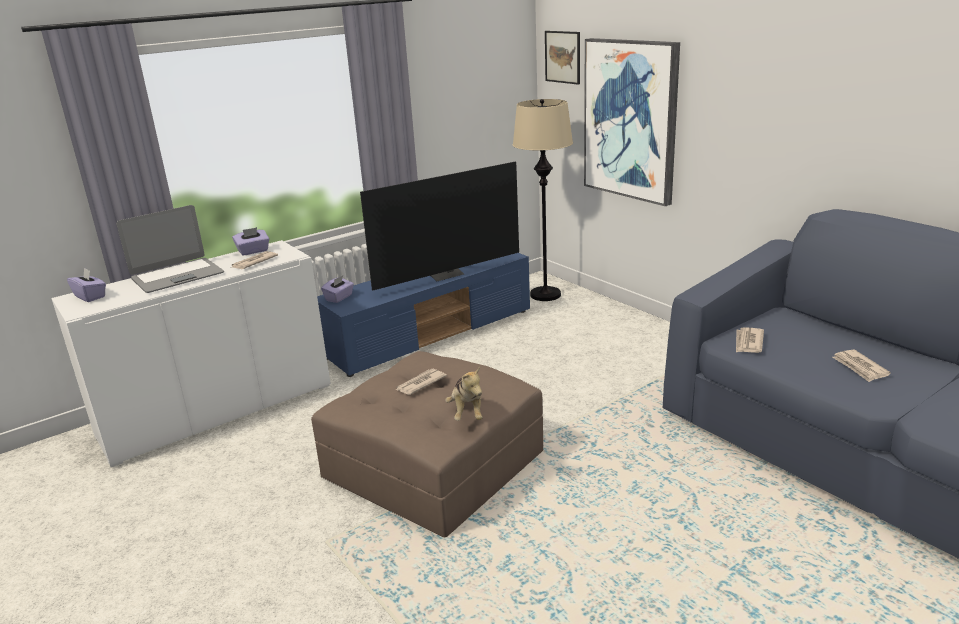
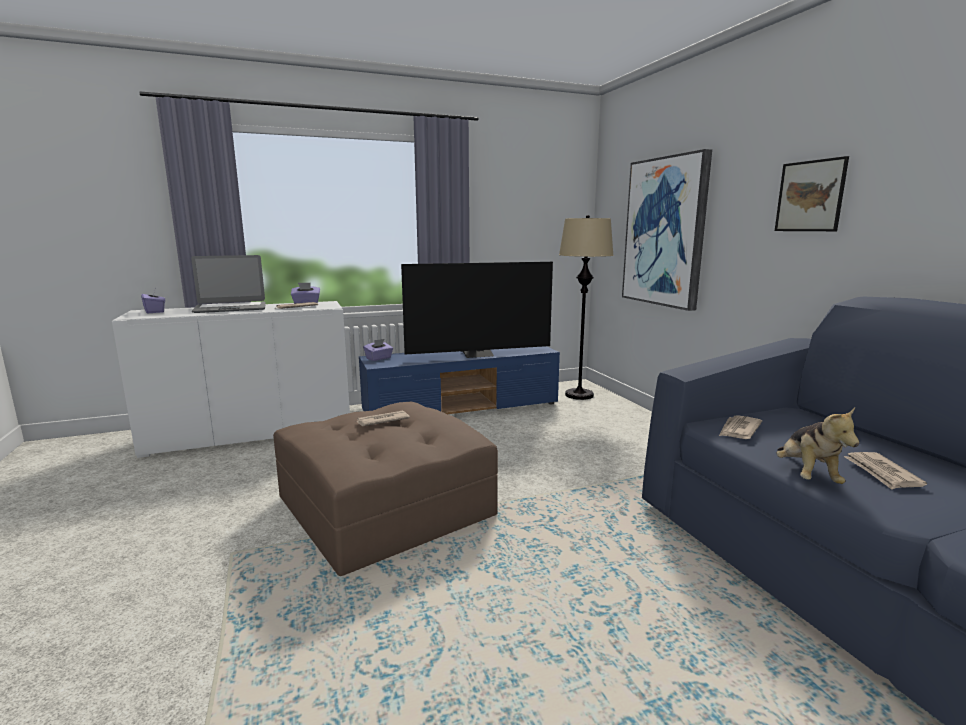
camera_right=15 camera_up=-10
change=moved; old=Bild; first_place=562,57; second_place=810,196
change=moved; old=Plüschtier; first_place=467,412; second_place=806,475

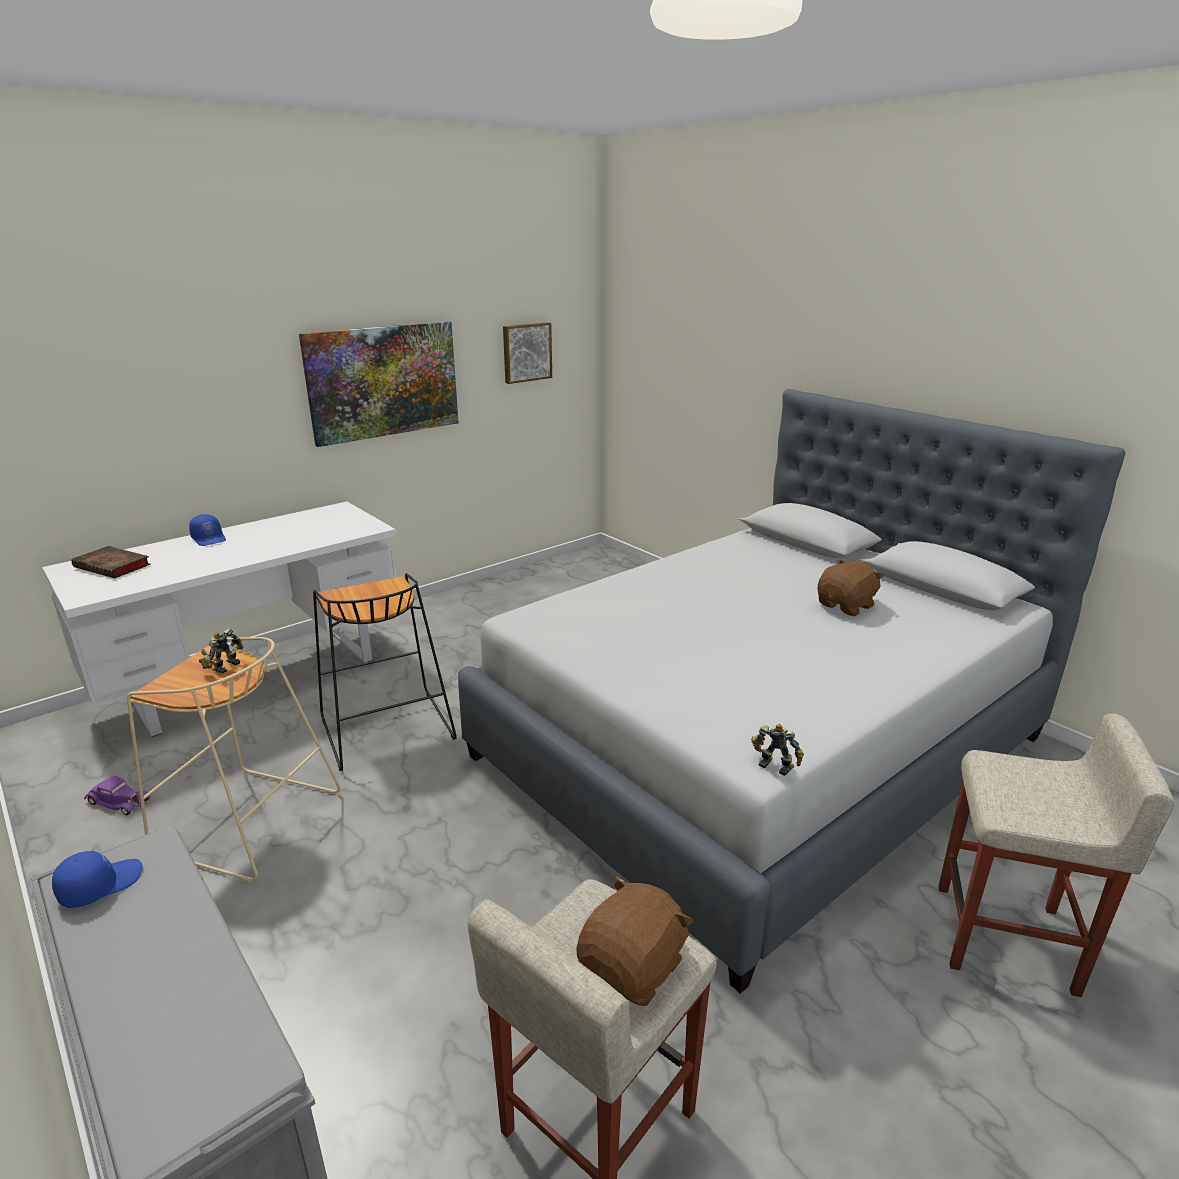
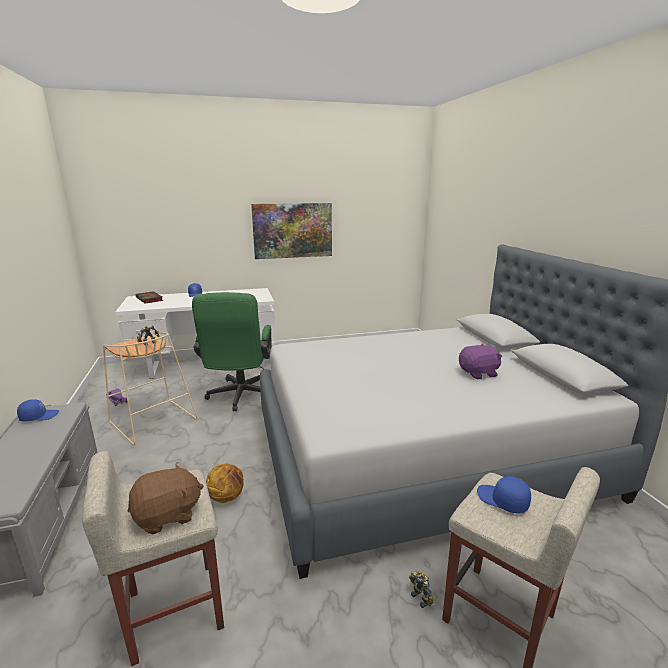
camera_right=25 camera_up=-5
change=removed; old=Bild; first_place=526,352
change=recoloured; old=Plüschtier [braun]; new=Plüschtier [lila]; first_place=846,606; second_place=479,373
change=replaced; old=Hocker [schwarz]; new=Bürostuhl [grün]; first_place=385,728; second_place=240,397
change=moved; old=Spielzeugroboter; first_place=776,764; second_place=421,597
change=added; new=Basketball; second_place=227,497
change=added; new=Kappe [blau]; second_place=502,500

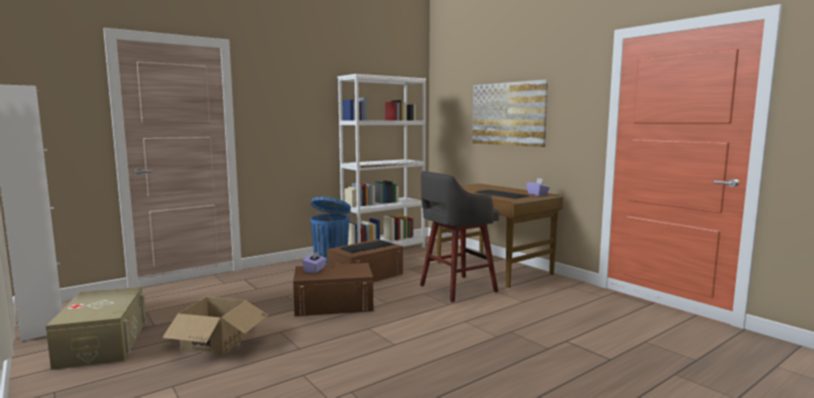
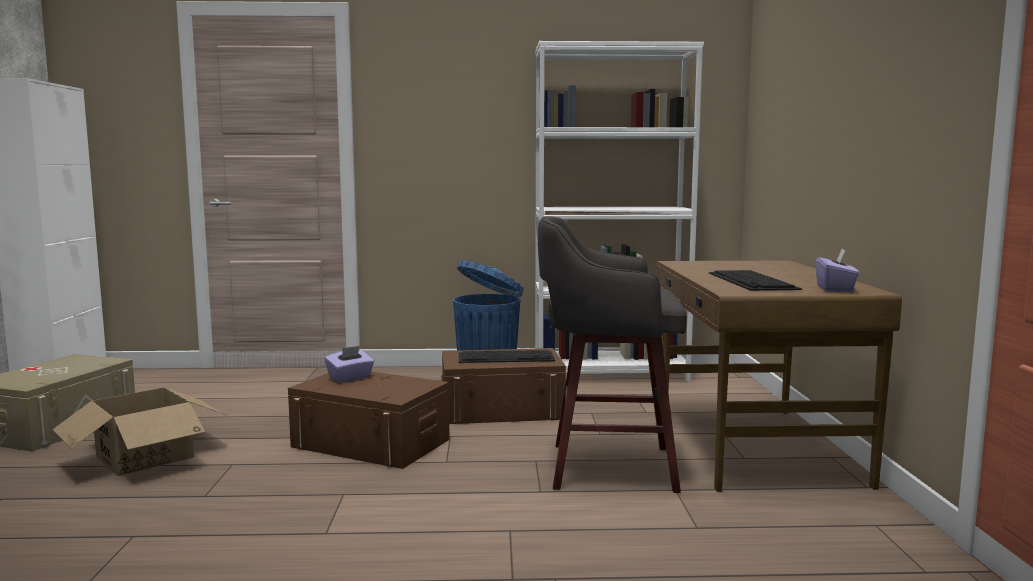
camera_right=35 camera_up=0
change=removed; old=Bild; first_place=508,114

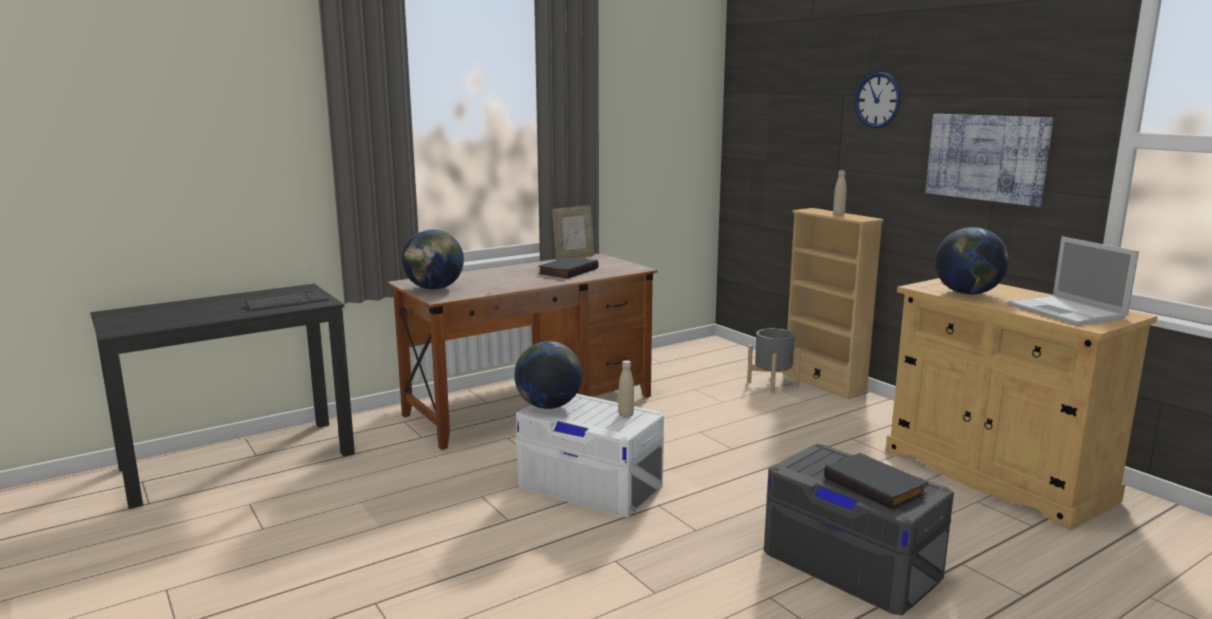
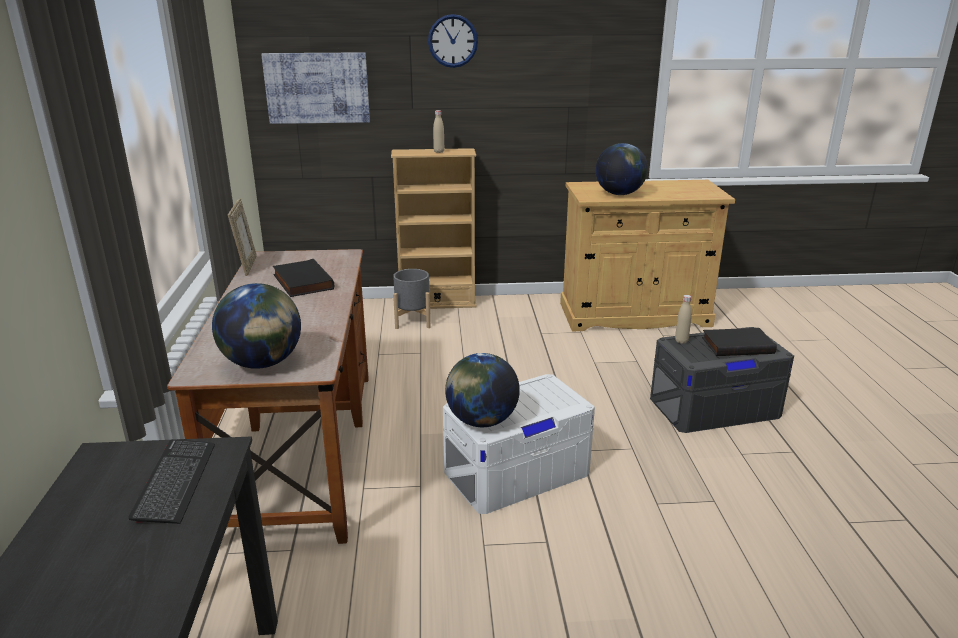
camera_right=-60 camera_up=10
change=moved; old=Bild; first_place=986,157; second_place=317,88
change=removed; old=Laptop; first_place=1067,312
change=moved; old=Flasche [beige]; first_place=626,415; second_place=681,341

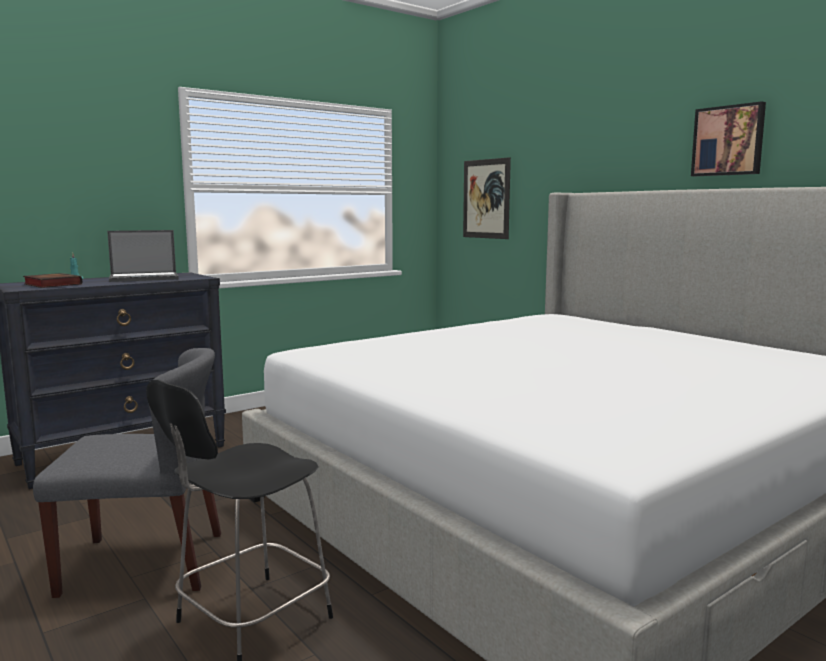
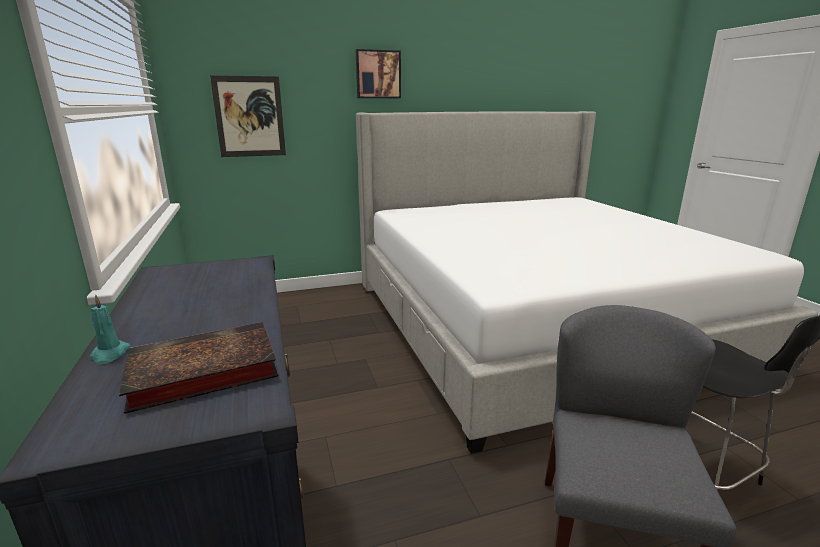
camera_right=-70 camera_up=10
change=moved; old=Bild; first_place=728,141; second_place=378,74
change=removed; old=Laptop; first_place=145,278

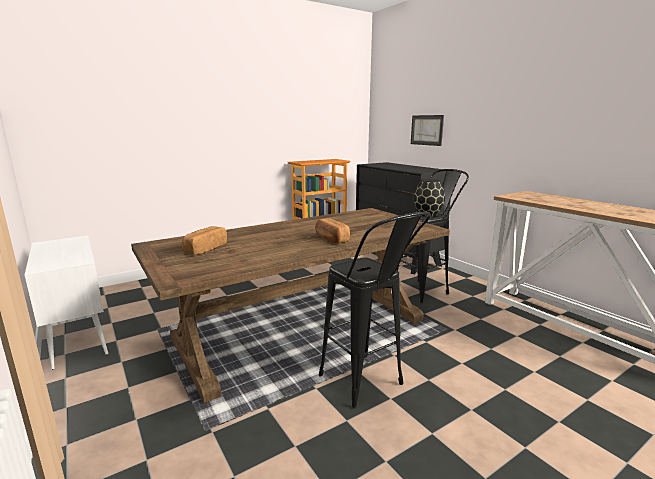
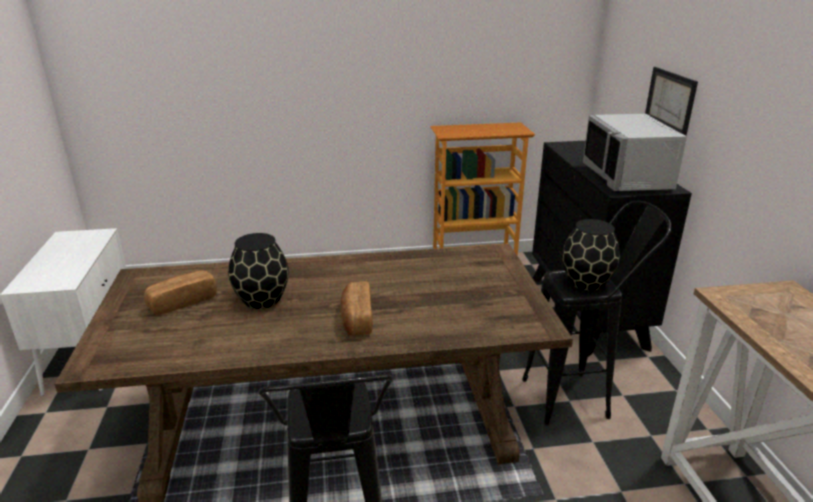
camera_right=25 camera_up=10
change=added; new=Mikrowelle [grau]; second_place=628,177
change=added; new=Vase [schwarz]; second_place=263,299

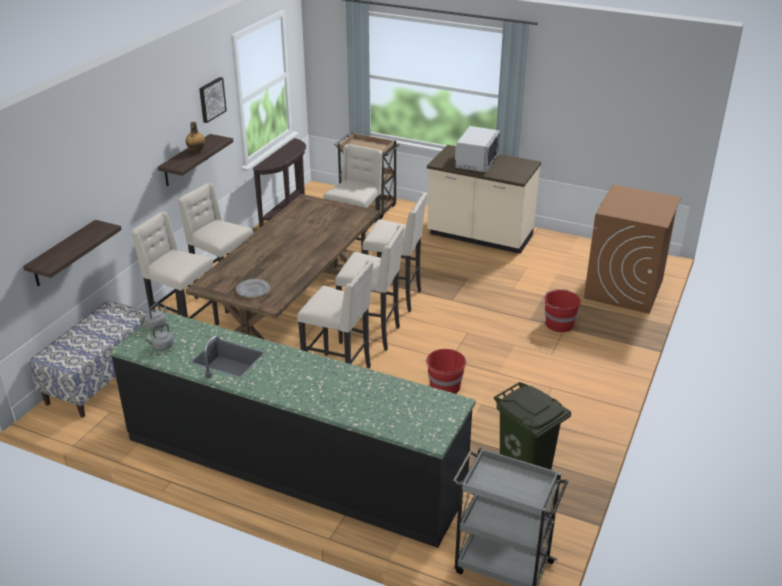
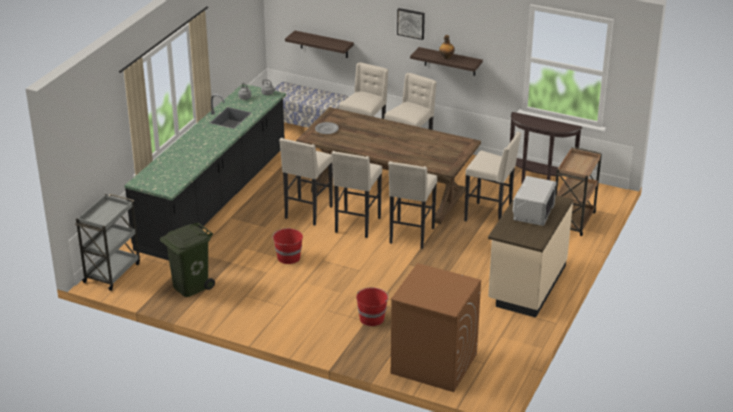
camera_right=90 camera_up=0
change=moved; old=Bild; first_place=211,99; second_place=411,23
change=turned; old=Mikrowelle [grau]; first_place=476,162; second_place=533,212; degrees=-90

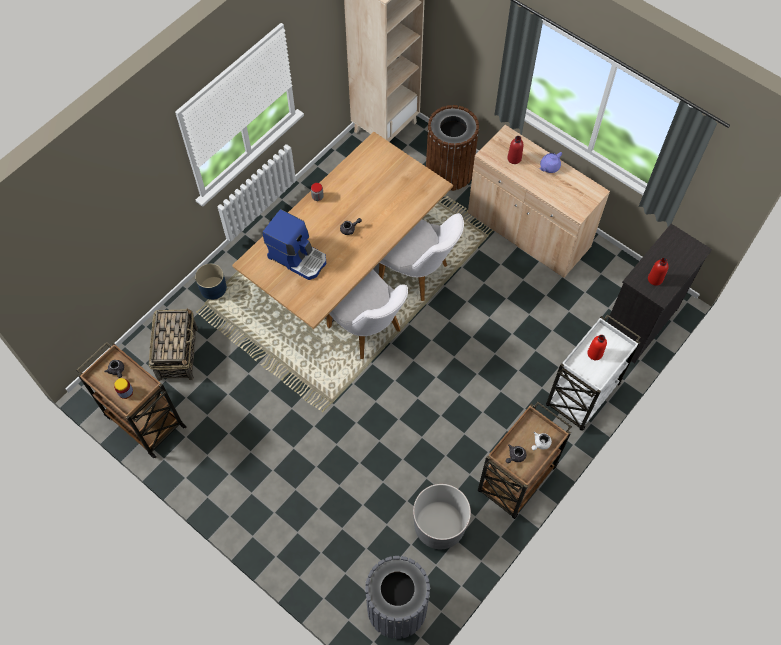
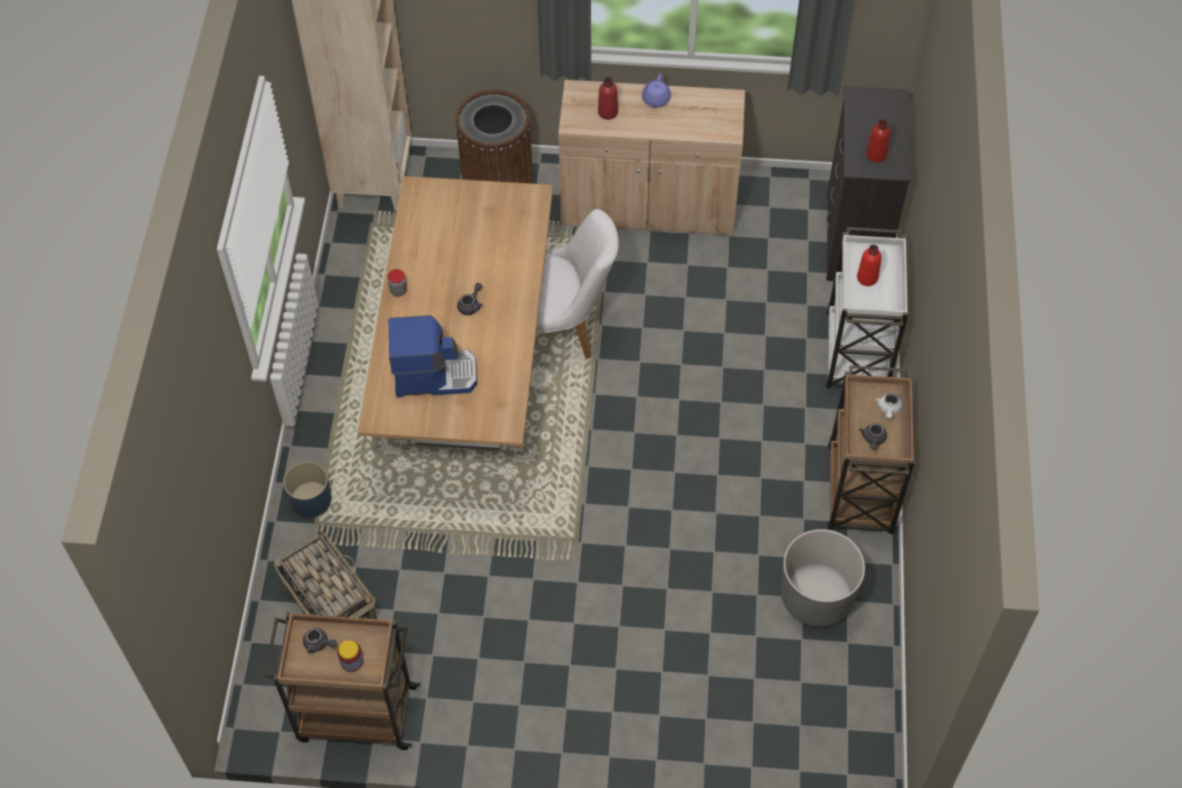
camera_right=-35 camera_up=-5
change=removed; old=Stuhl [weiß]; first_place=369,332
change=removed; old=Mülleimer [grau]; first_place=397,608

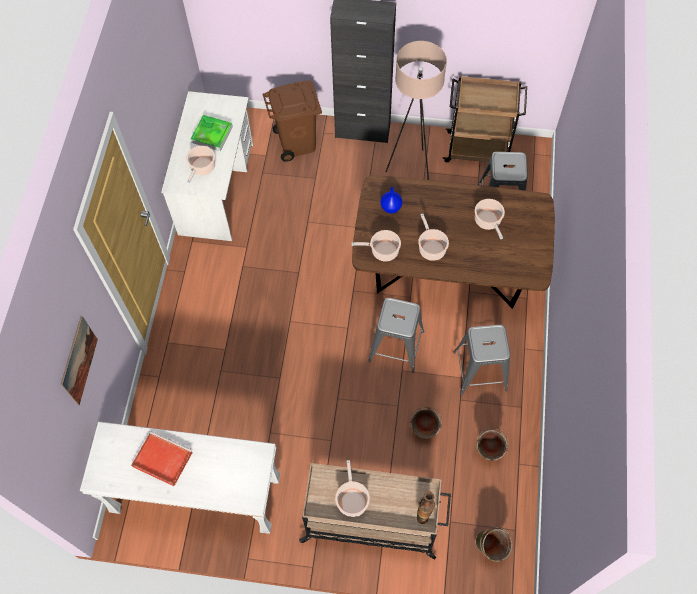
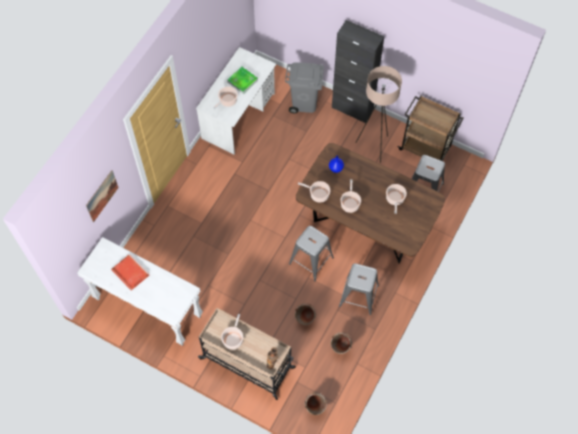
camera_right=20 camera_up=0
change=recoloured; old=Mülleimer [braun]; new=Mülleimer [grau]; first_place=297,143; second_place=304,103

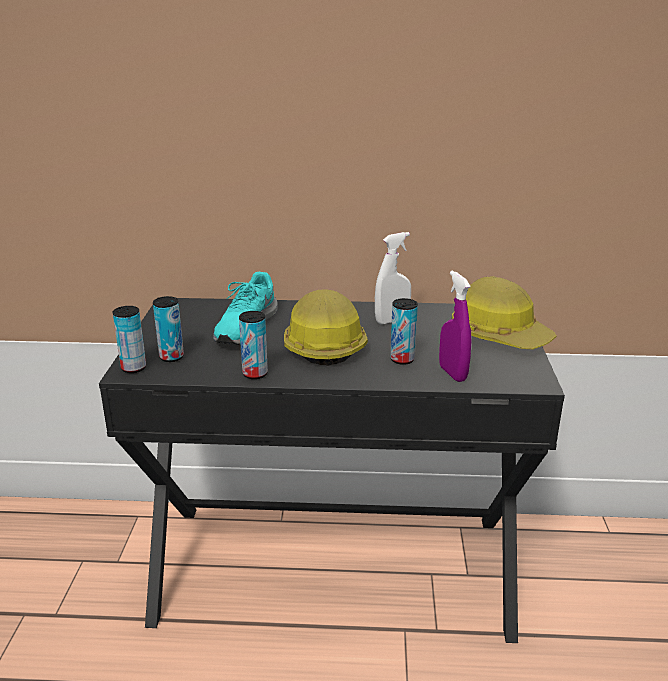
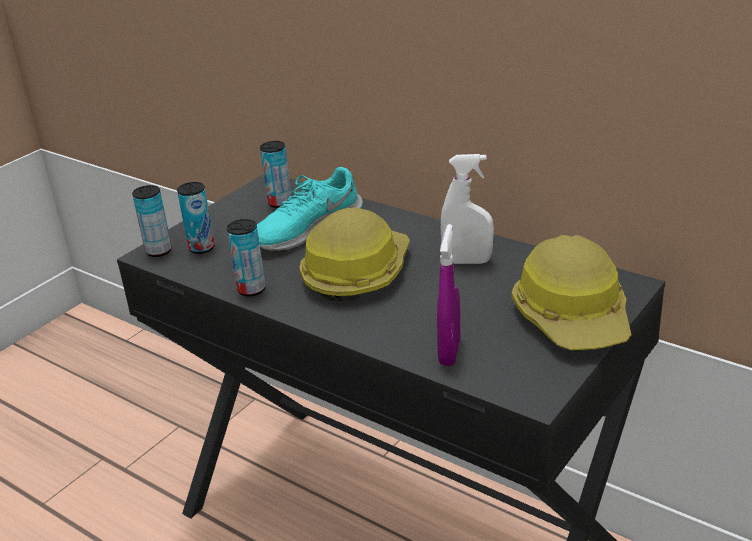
camera_right=35 camera_up=5
change=moved; old=Dose; first_place=402,359; second_place=279,203

